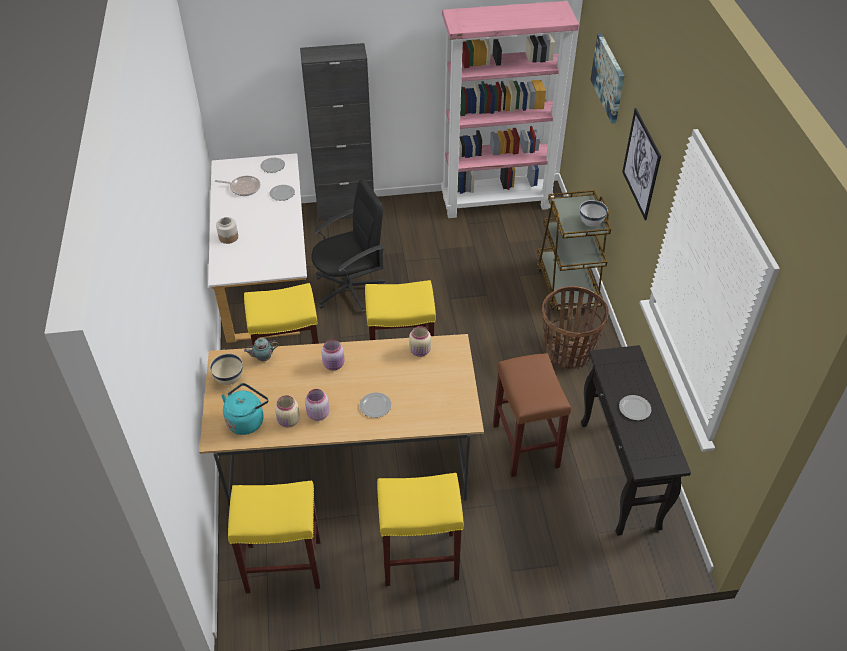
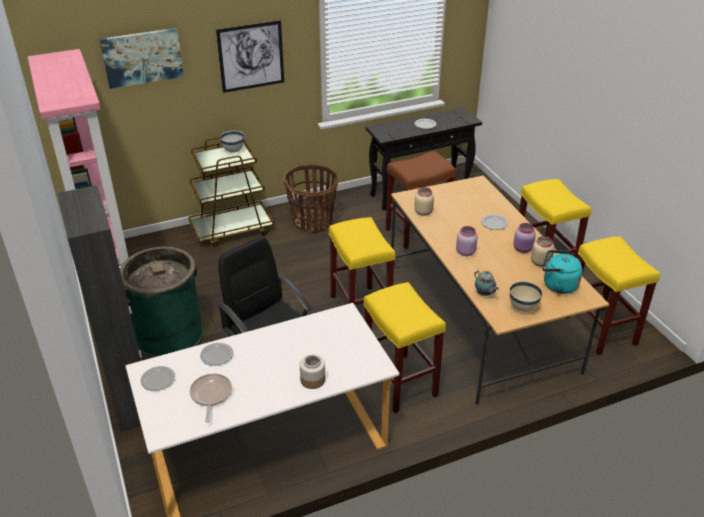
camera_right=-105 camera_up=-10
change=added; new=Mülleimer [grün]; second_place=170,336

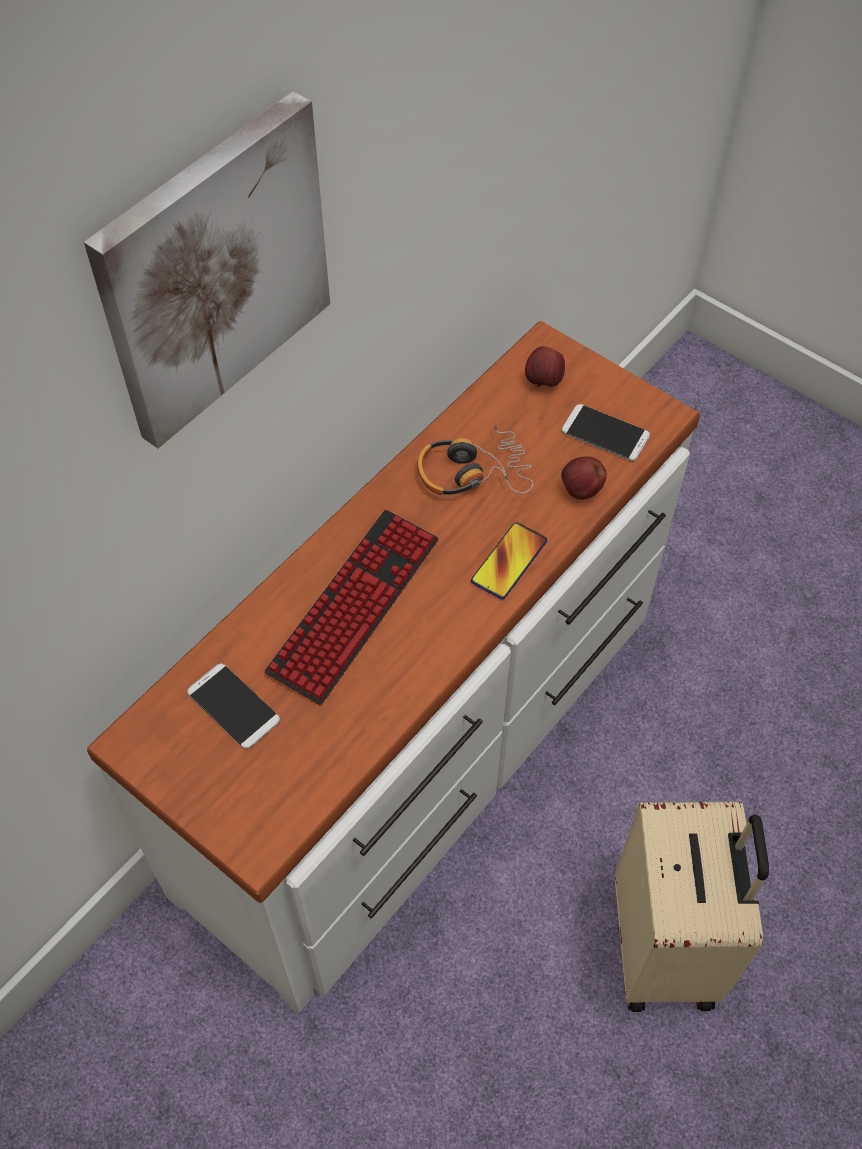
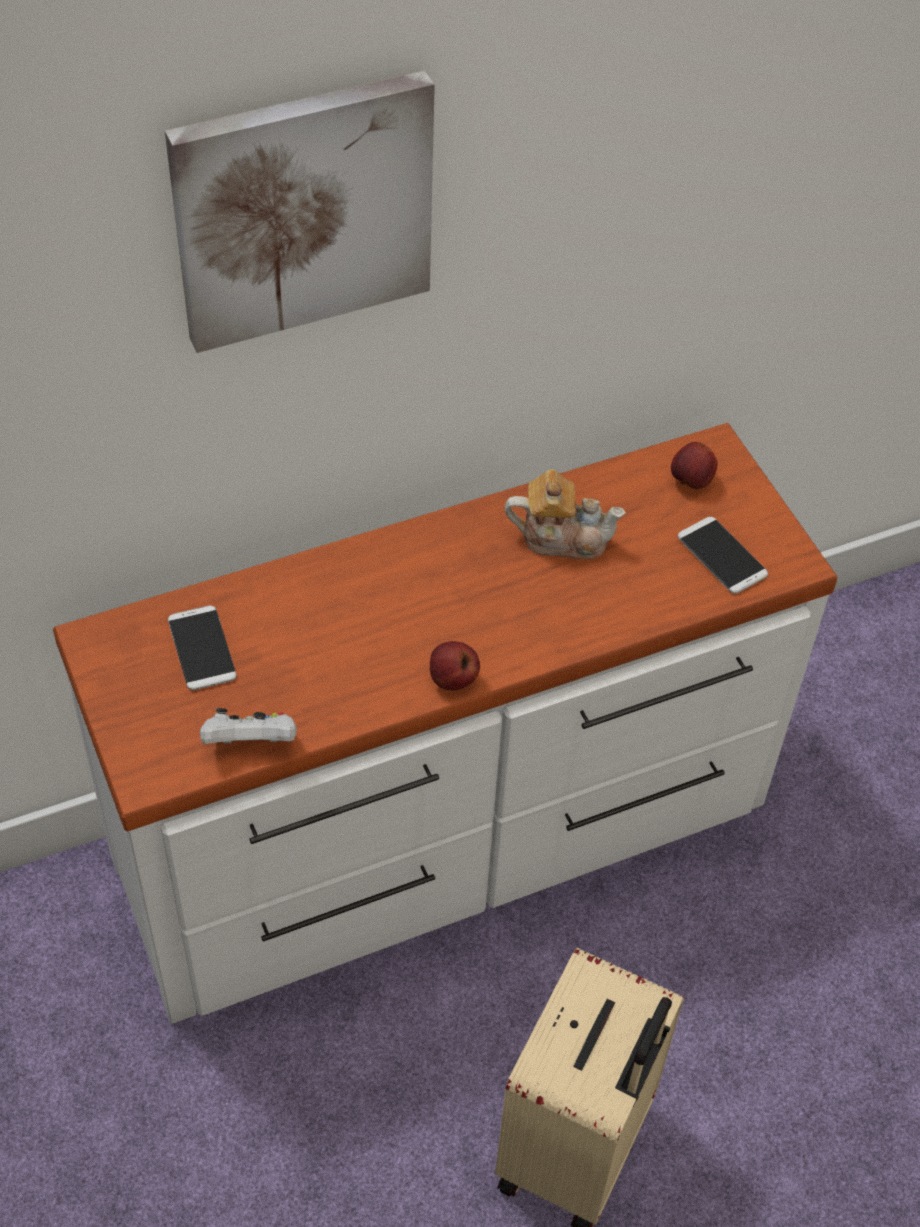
camera_right=25 camera_up=-5
change=replaced; old=Kopfhörer; new=Teekanne; first_place=472,472; second_place=562,537
change=moved; old=Apfel; first_place=580,490; second_place=452,680
change=removed; old=Tastatur; first_place=354,606
change=removed; old=Handy; first_place=509,561
change=added; new=Gamepad [weiß]; second_place=250,743

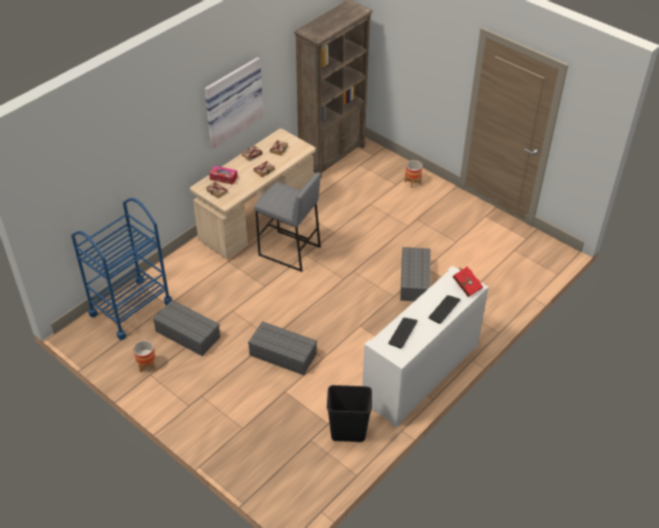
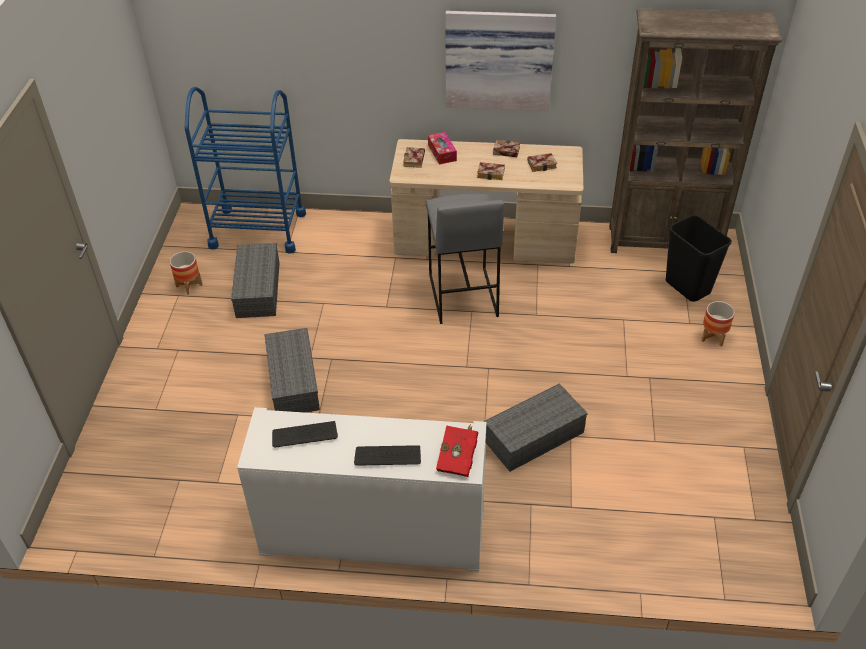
camera_right=55 camera_up=0
change=moved; old=Mülleimer [schwarz]; first_place=348,432; second_place=688,287

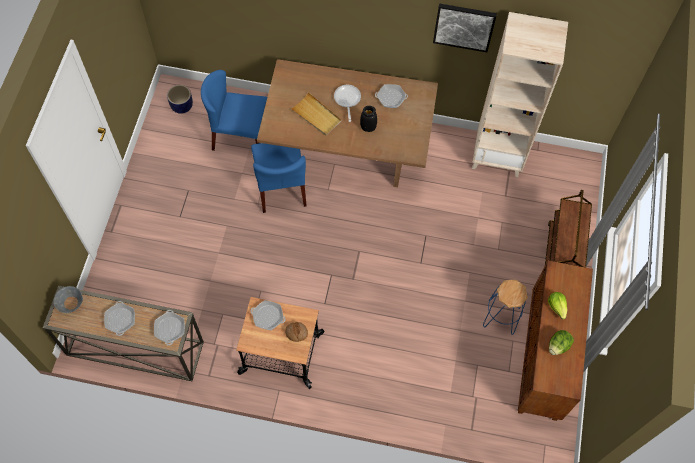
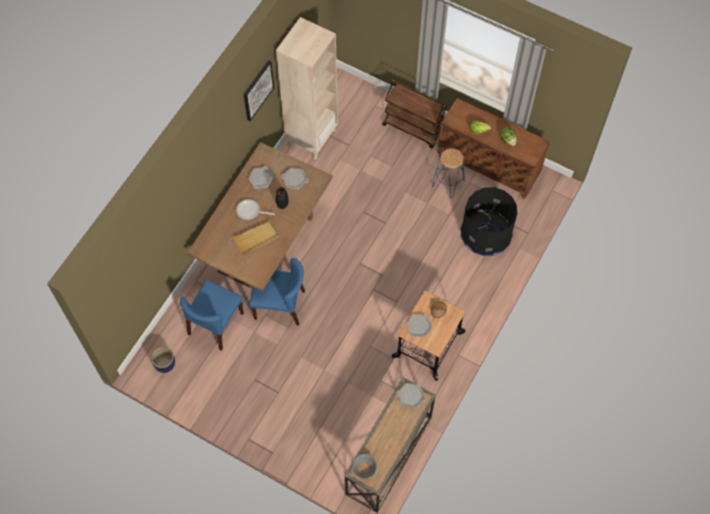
camera_right=-70 camera_up=0
change=moved; old=Pfanne; first_place=120,319; second_place=295,180
change=added; new=Mülleimer [schwarz]; second_place=486,233

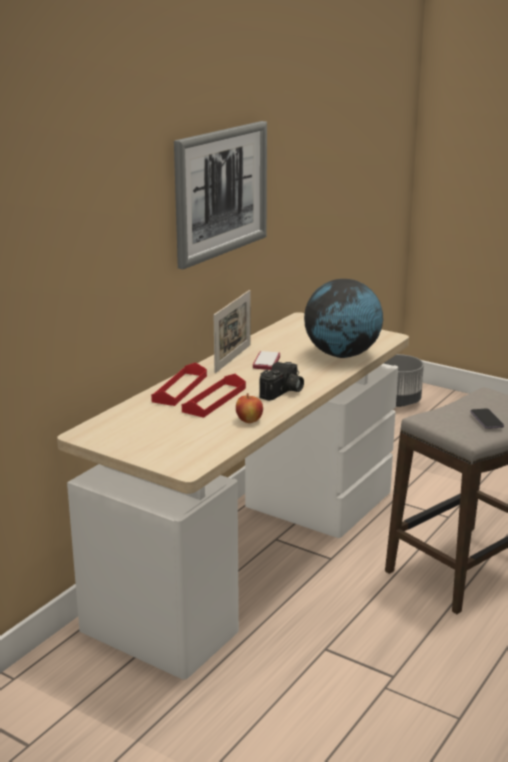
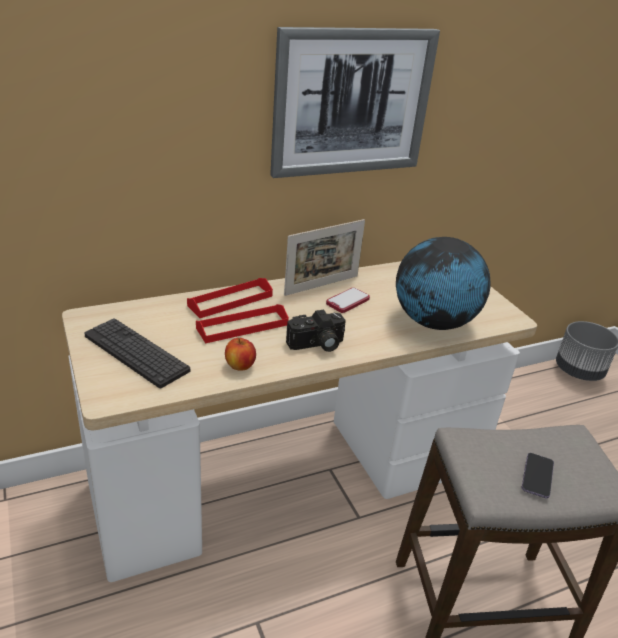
camera_right=30 camera_up=10
change=added; new=Tastatur; second_place=136,353

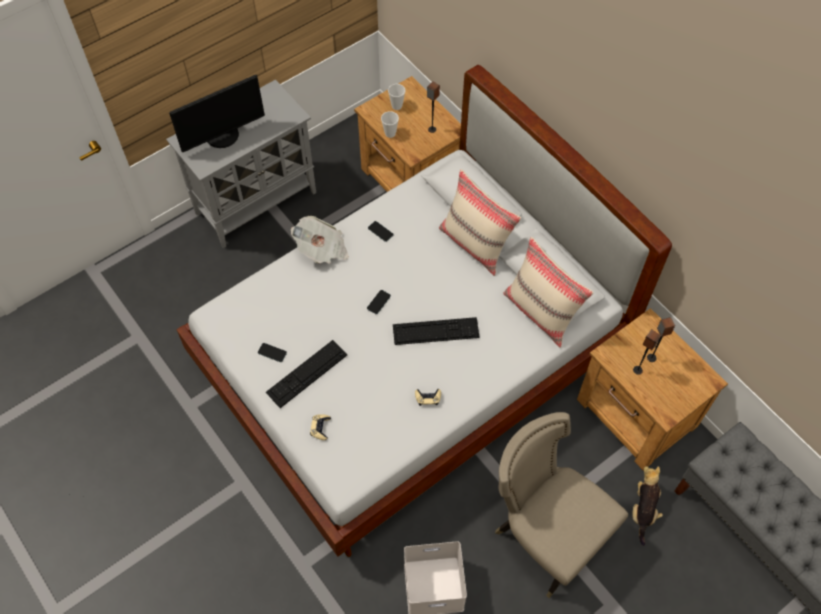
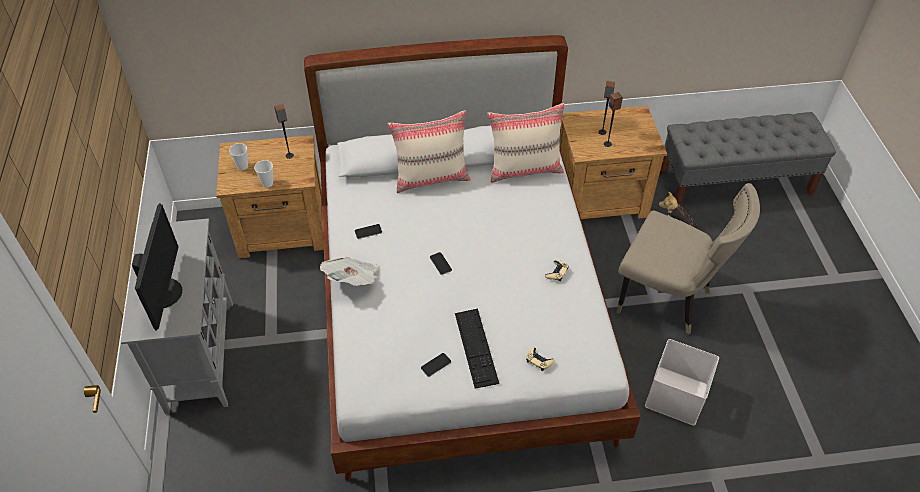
camera_right=-60 camera_up=-10
change=removed; old=Tastatur; first_place=435,331
change=turned; old=Stuhl [beige]; first_place=545,533; second_place=668,300; degrees=-135

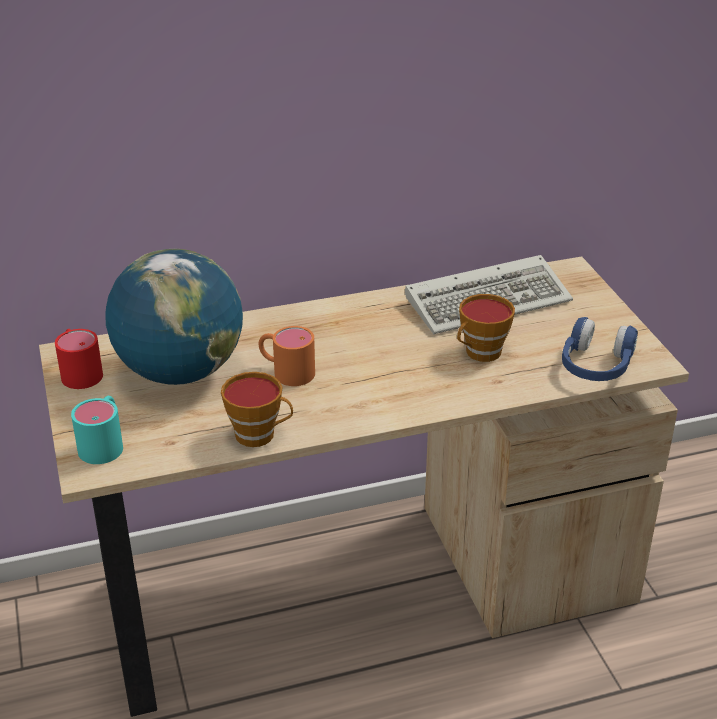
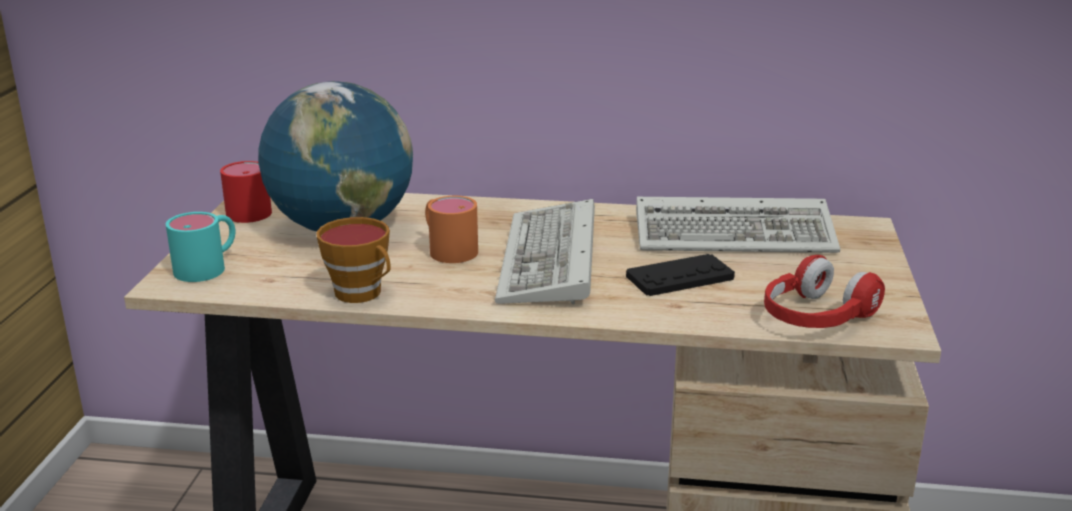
camera_right=25 camera_up=-10
change=replaced; old=Tasse; new=Gamepad [schwarz]; first_place=480,353; second_place=680,277
change=recoloured; old=Kopfhörer [blau]; new=Kopfhörer [rot]; first_place=595,366; second_place=815,317
change=added; new=Tastatur; second_place=551,262

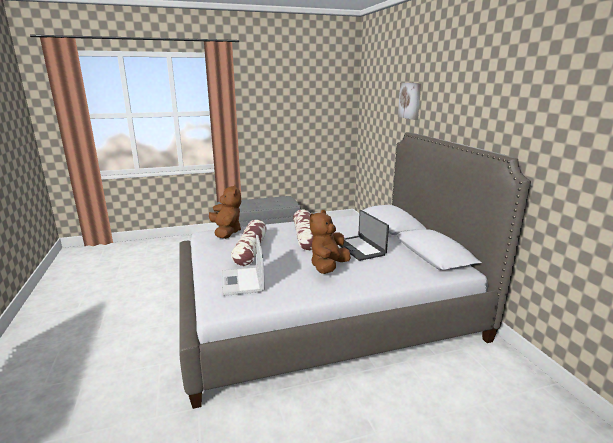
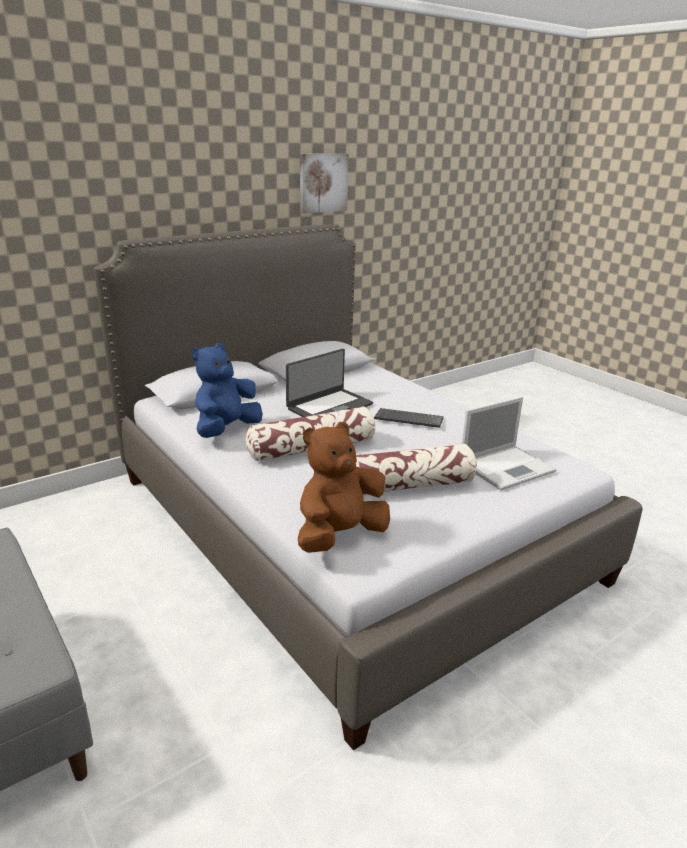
camera_right=-110 camera_up=5
change=moved; old=Bild; first_place=410,100; second_place=323,183
change=replaced; old=Plüschtier [braun]; new=Tastatur; first_place=328,267; second_place=407,420
change=added; new=Plüschtier [blau]; second_place=226,430

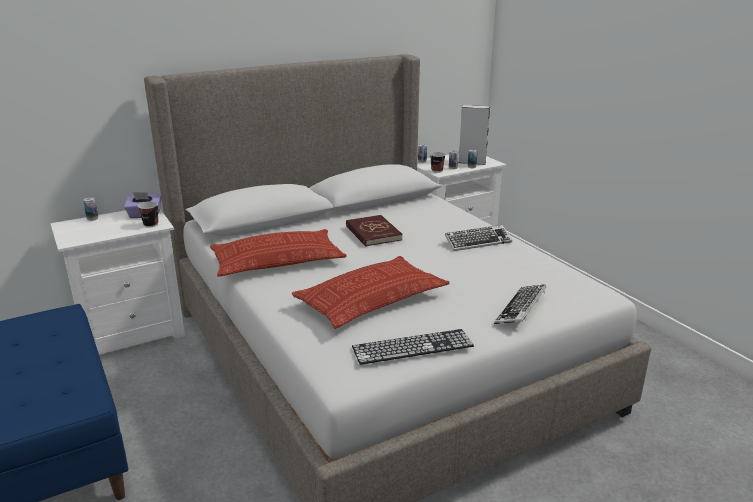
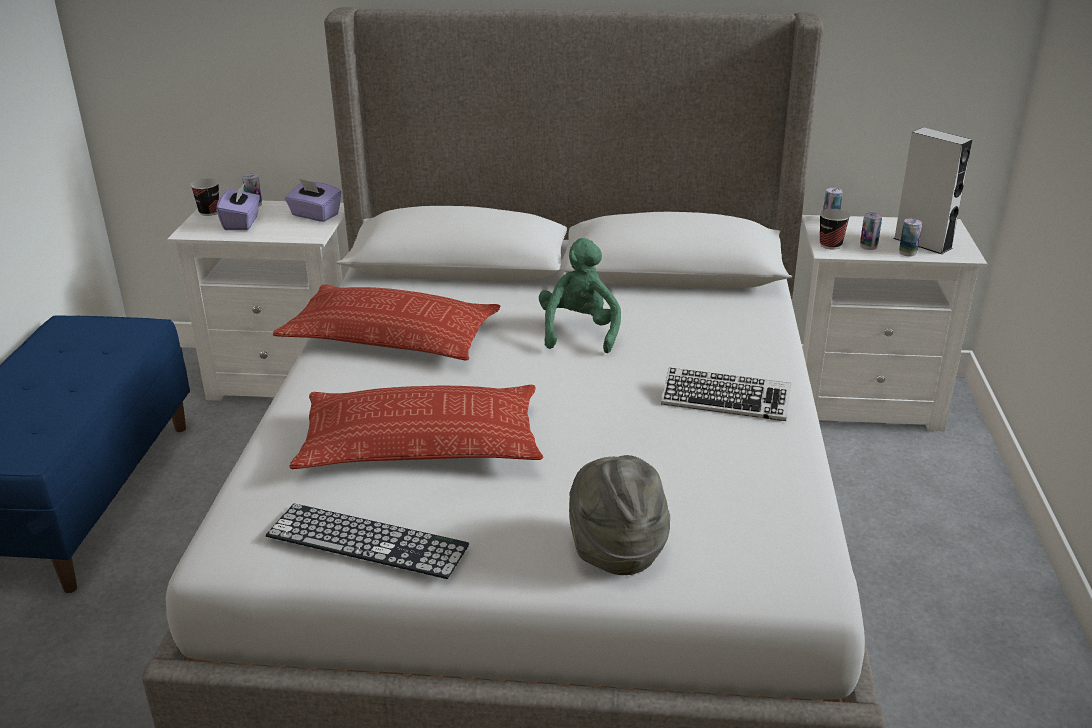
camera_right=35 camera_up=5
change=moved; old=Tasse; first_place=151,224; second_place=209,212
change=replaced; old=Buch [rot]; new=Plüschtier [grün]; first_place=373,233; second_place=579,332
change=replaced; old=Tastatur; new=Hut [grau]; first_place=521,309; second_place=616,549
change=added; new=Taschentuchbox [lila]; second_place=242,223

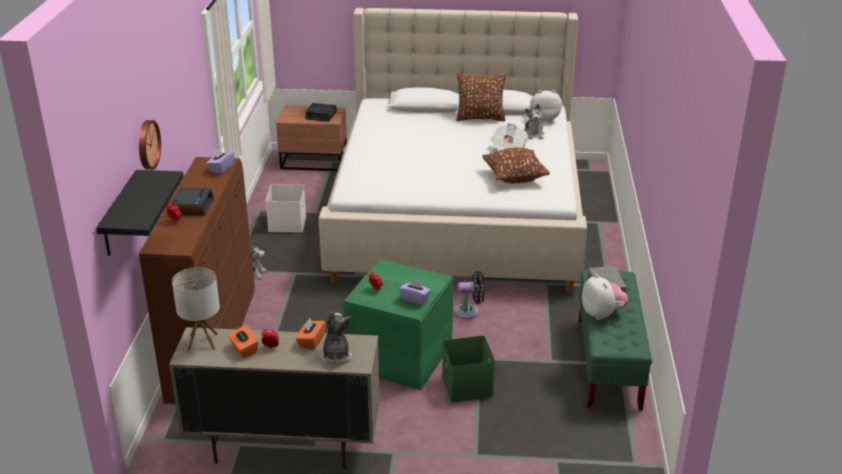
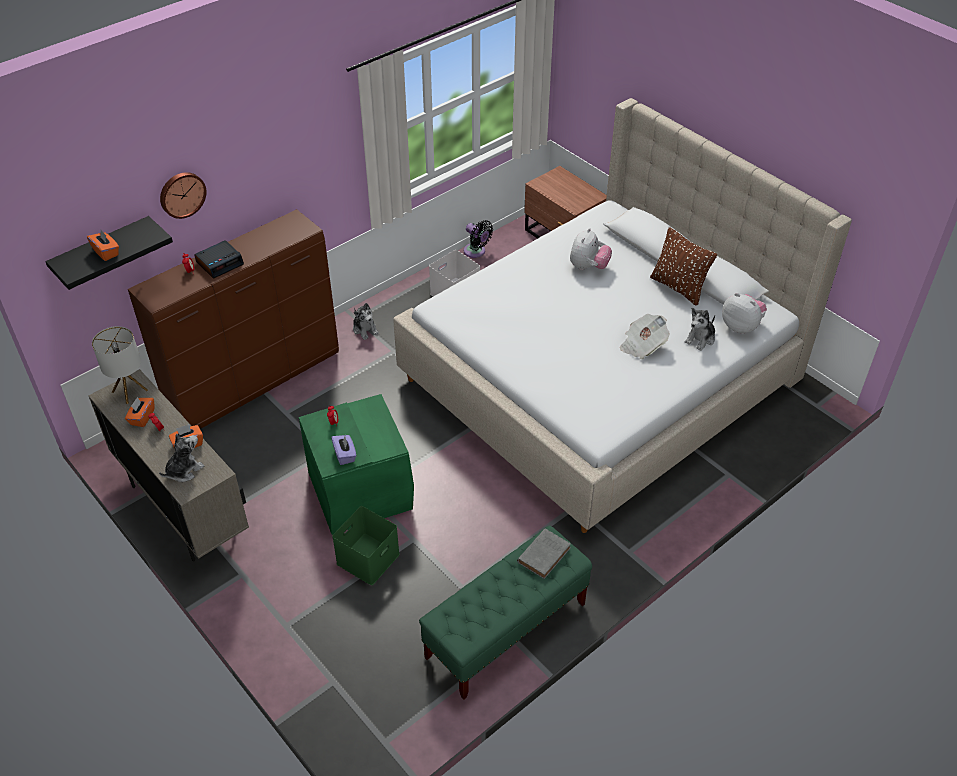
camera_right=45 camera_up=15
change=removed; old=Wecker; first_place=321,115
change=removed; old=Taschentuchbox [lila]; first_place=221,169
change=removed; old=Kissen [braun]; first_place=514,178
change=moved; old=Ventilator [schwarz]; first_place=469,312; second_place=476,252
change=moved; old=Plüschtier; first_place=602,314; second_place=588,267
change=added; new=Taschentuchbox [orange]; second_place=106,252

